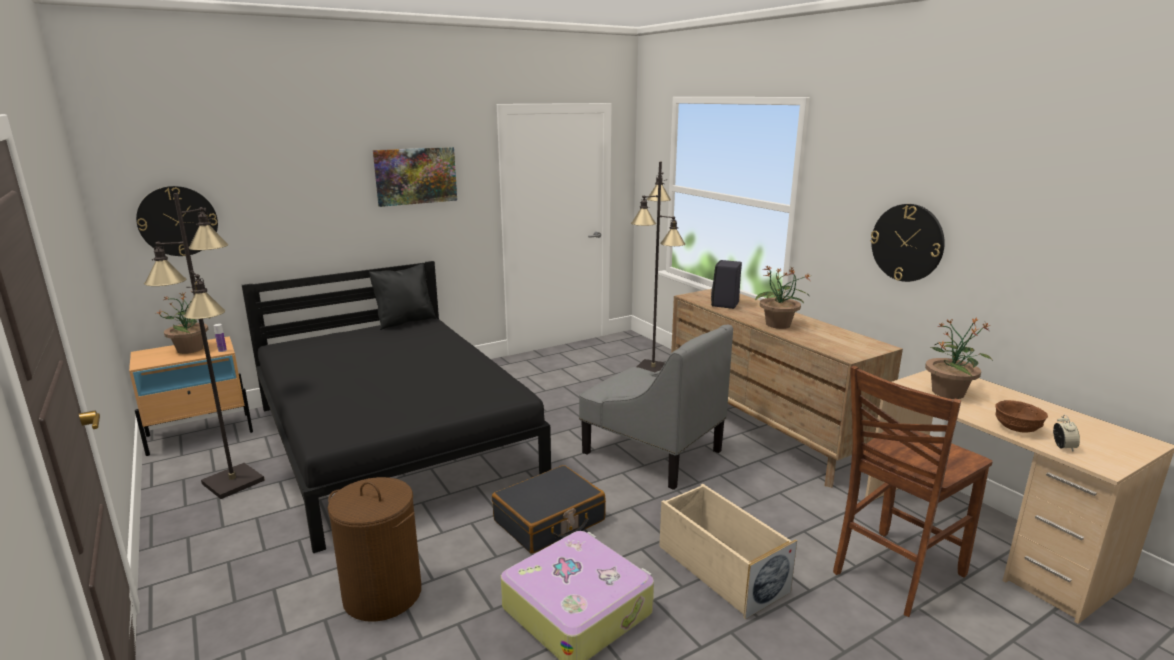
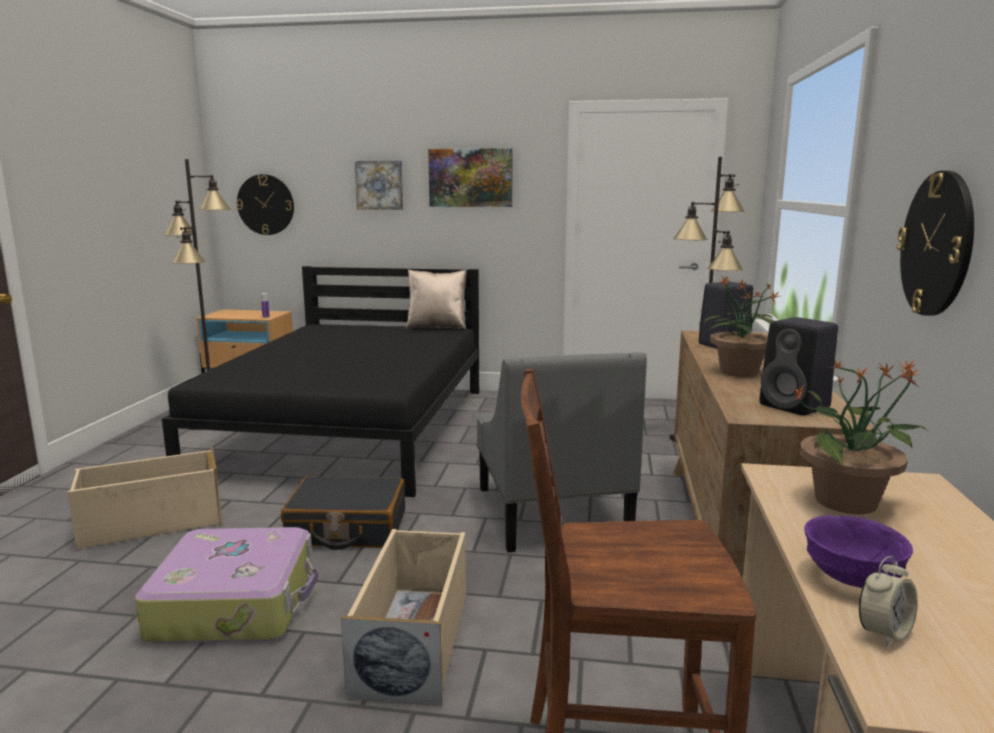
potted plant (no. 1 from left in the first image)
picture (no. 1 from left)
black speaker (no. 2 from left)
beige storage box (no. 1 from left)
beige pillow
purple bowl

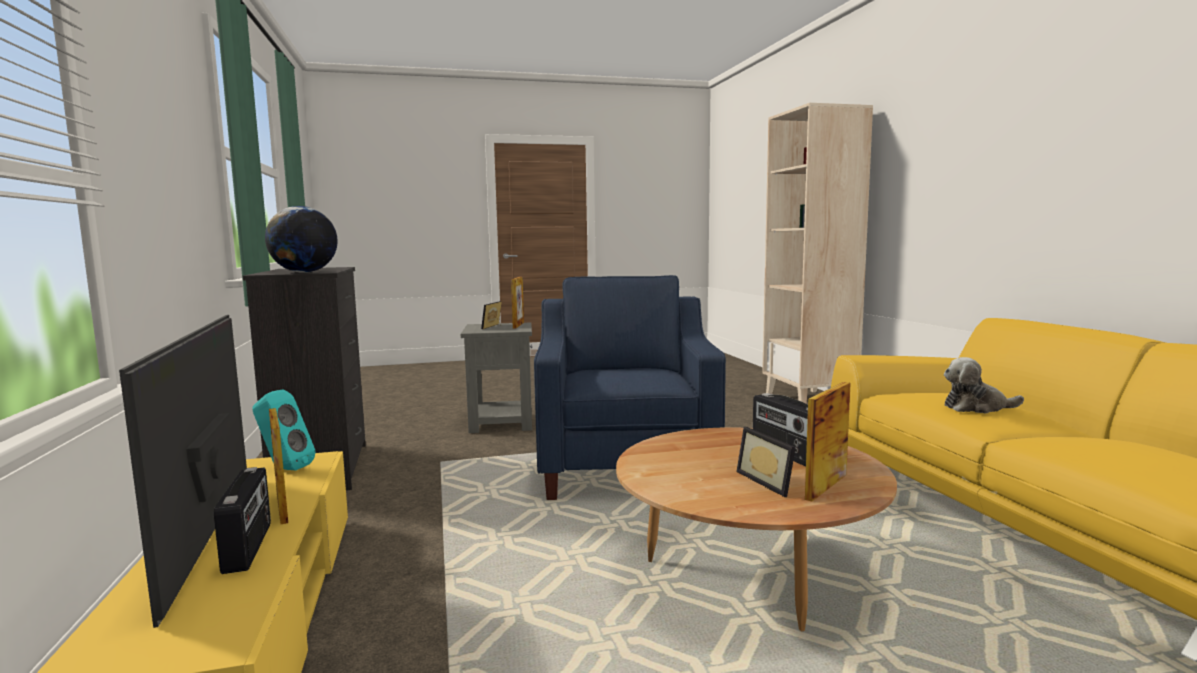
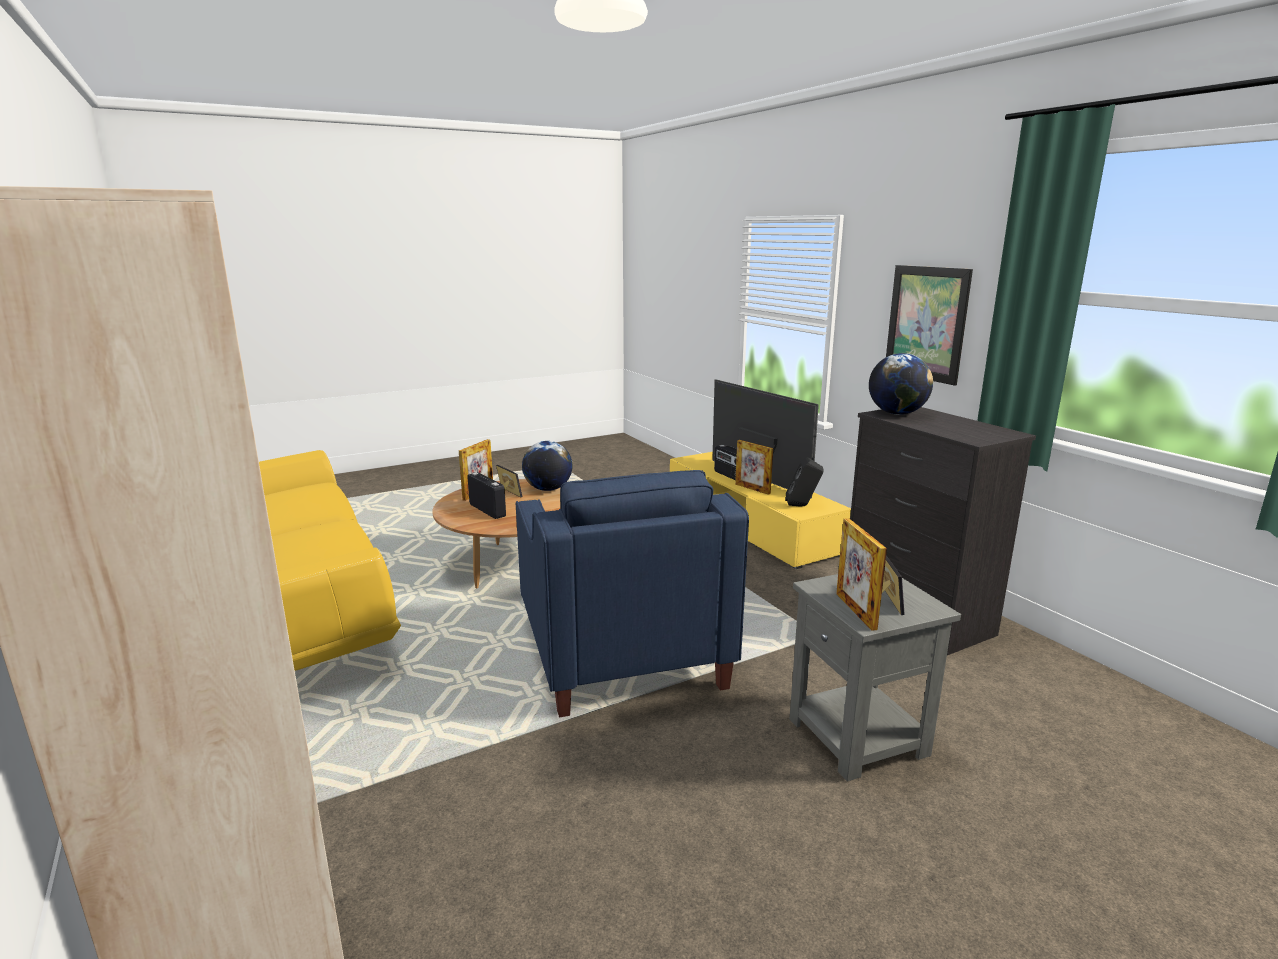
plush toy
globe (no. 1 from left)
picture
black speaker

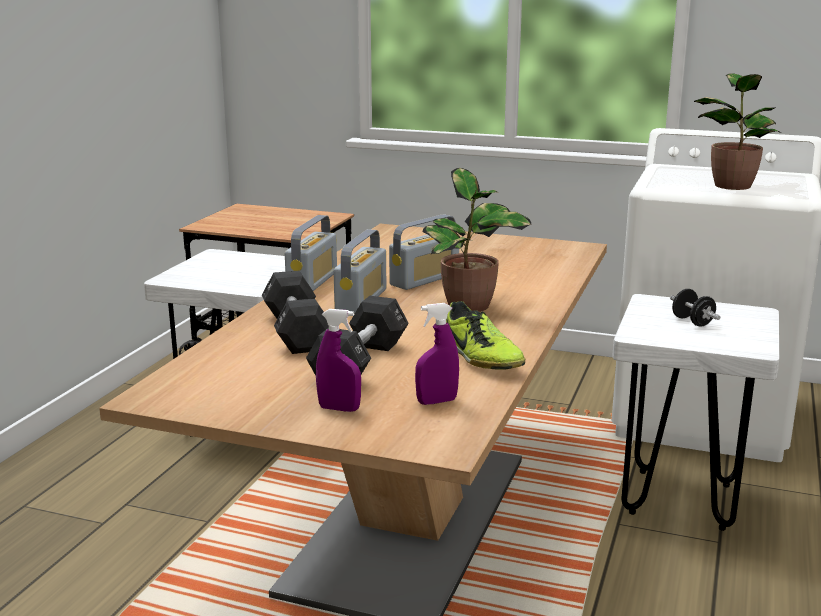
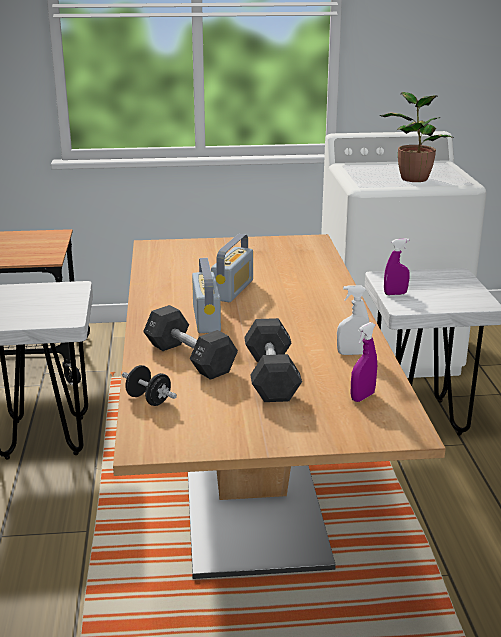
radio (no. 1 from left in the first image)
potted plant (no. 1 from left in the first image)
purple spray bottle (no. 2 from left)
black dumbbell (no. 1 from left)
white spray bottle

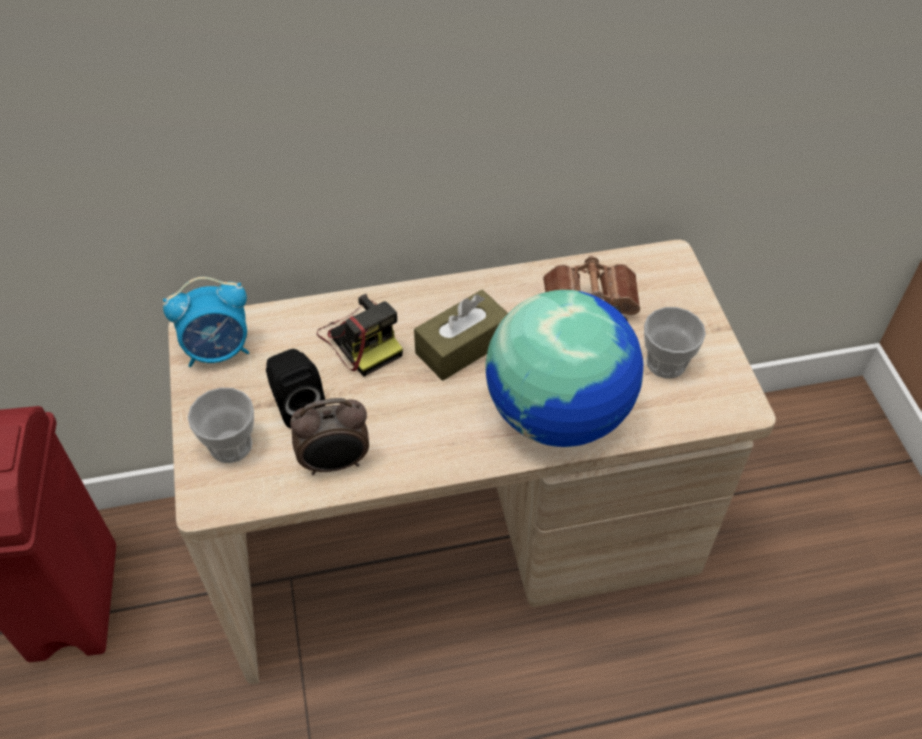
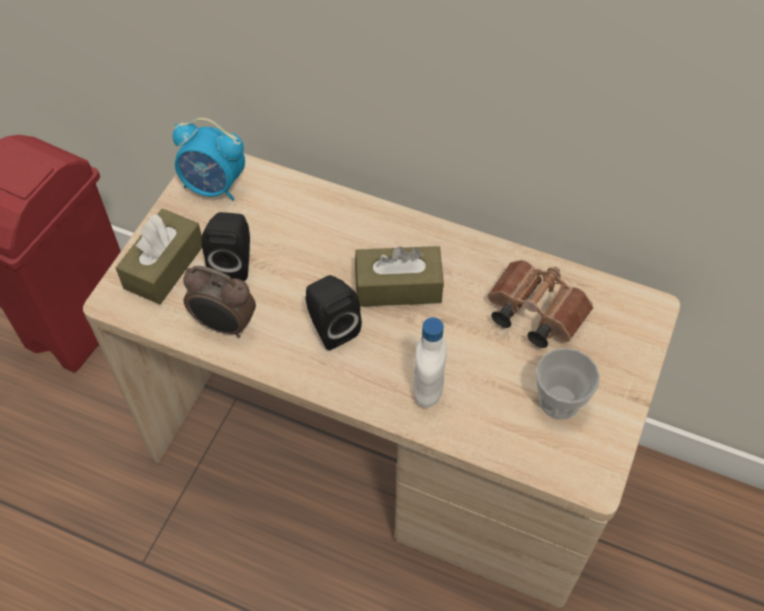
photo camera
black speaker (no. 2 from left)
brown tissue box (no. 1 from left)
white bottle

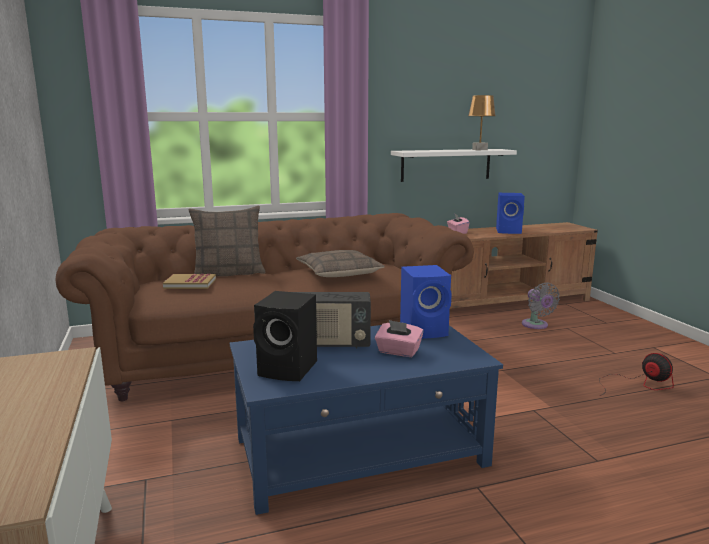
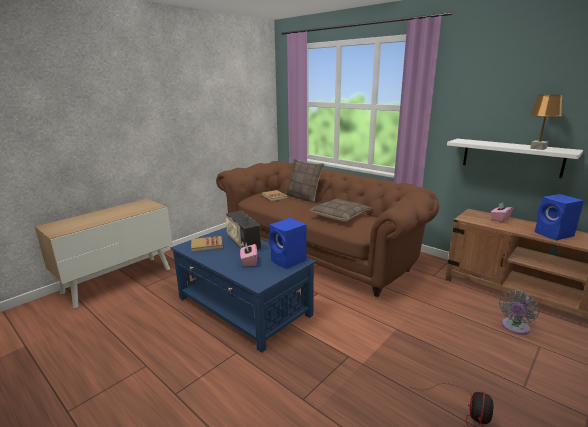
book (no. 1 from left)

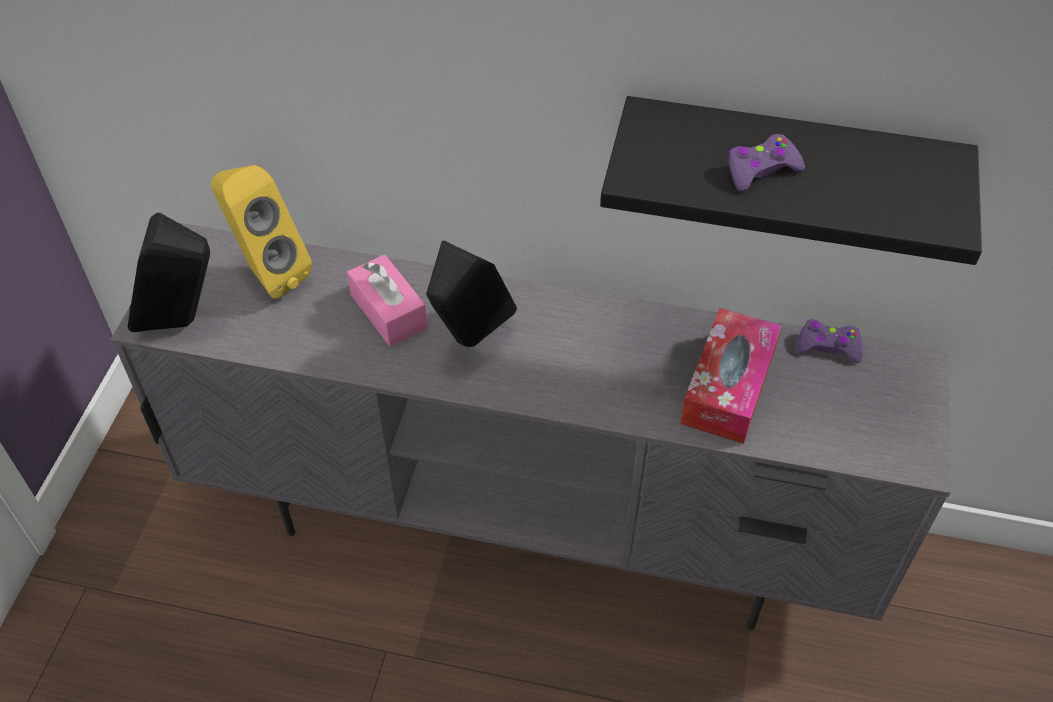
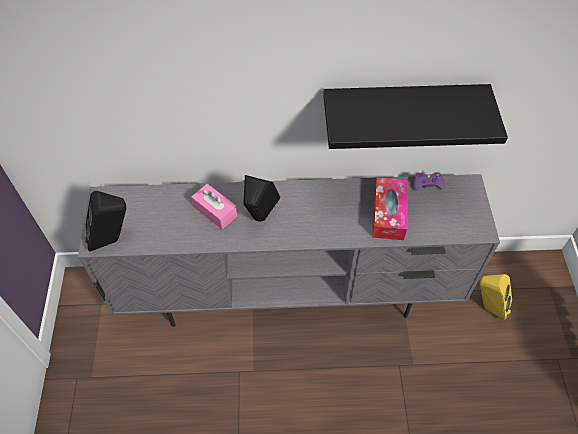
purple game controller (no. 1 from left in the first image)
yellow speaker

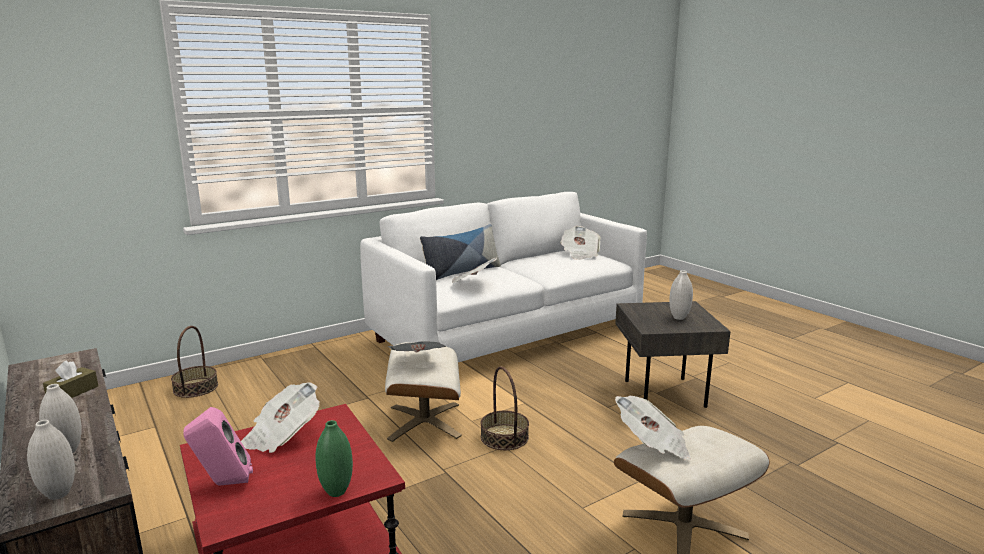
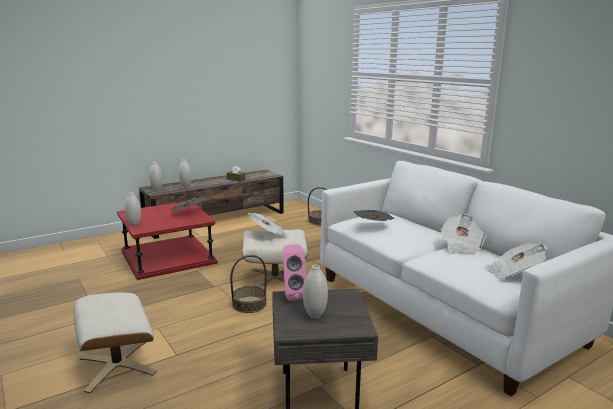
pillow
pink speaker
newspaper (no. 4 from left)
white vase (no. 1 from left)

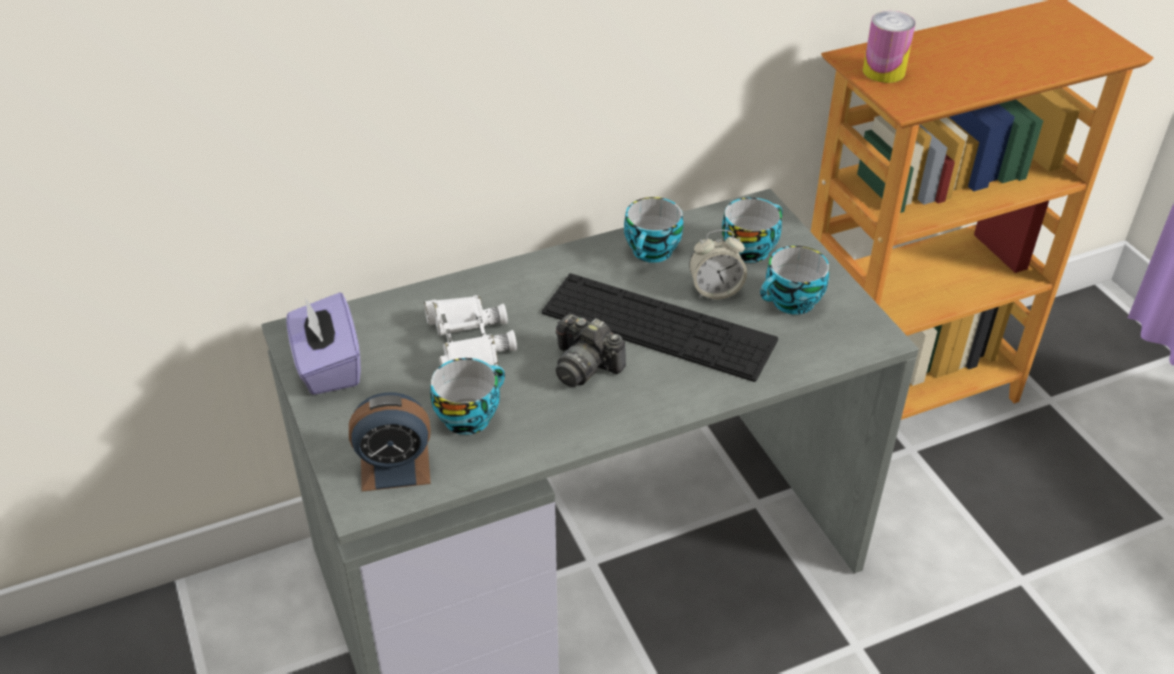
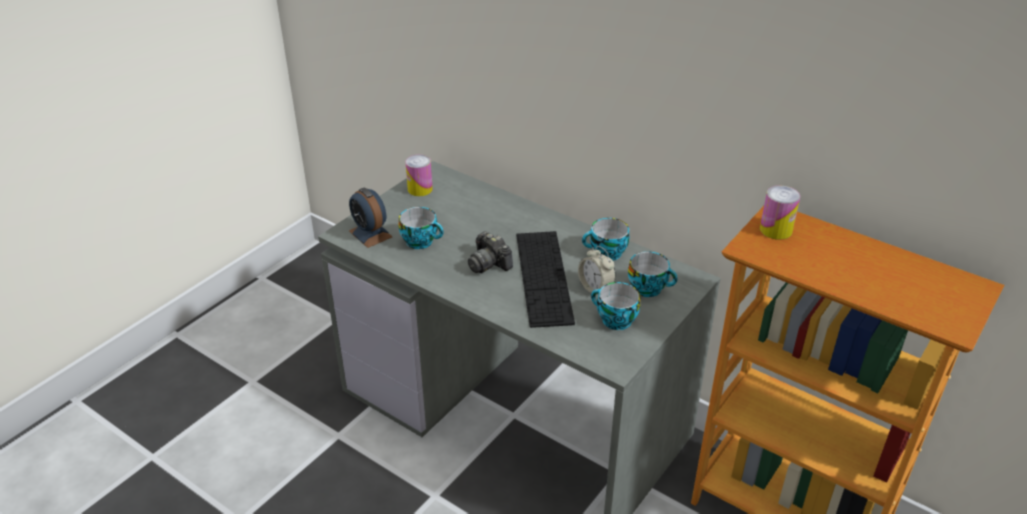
white binoculars
can (no. 1 from left)
photo camera

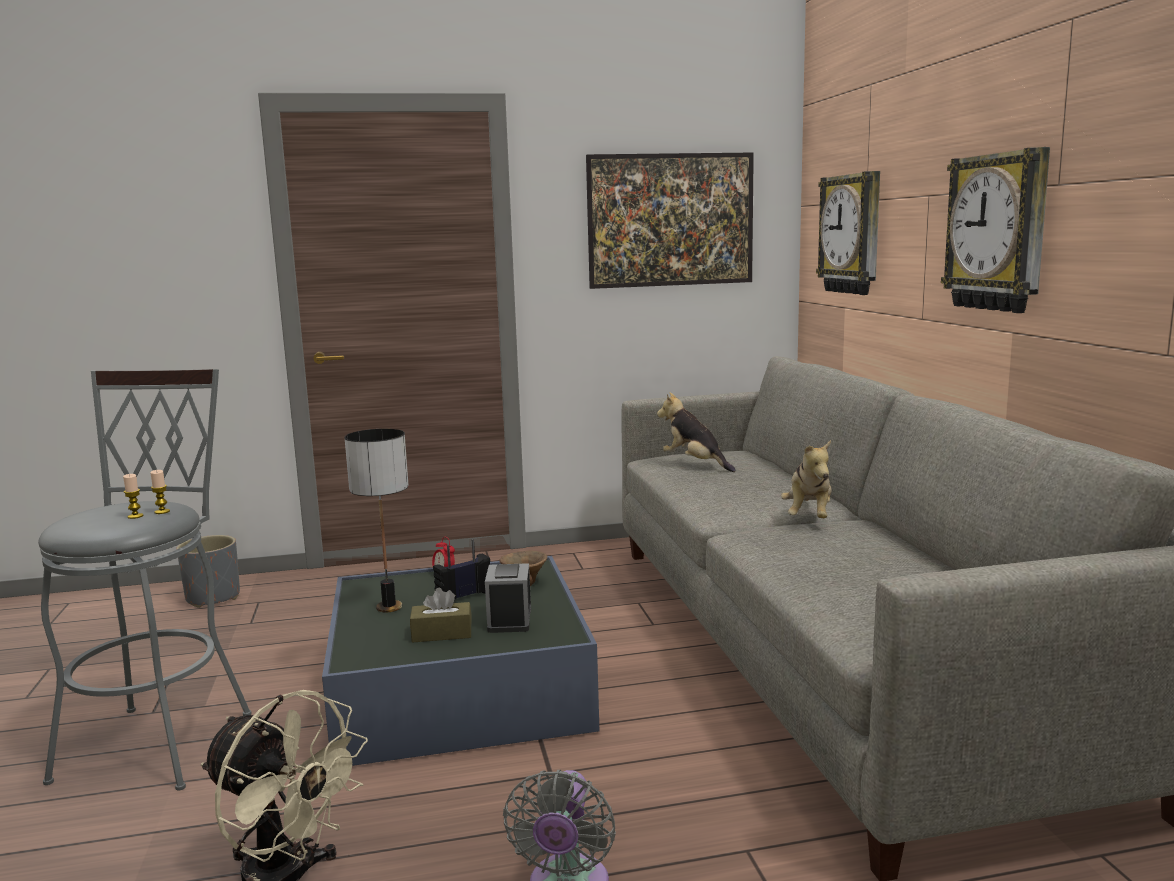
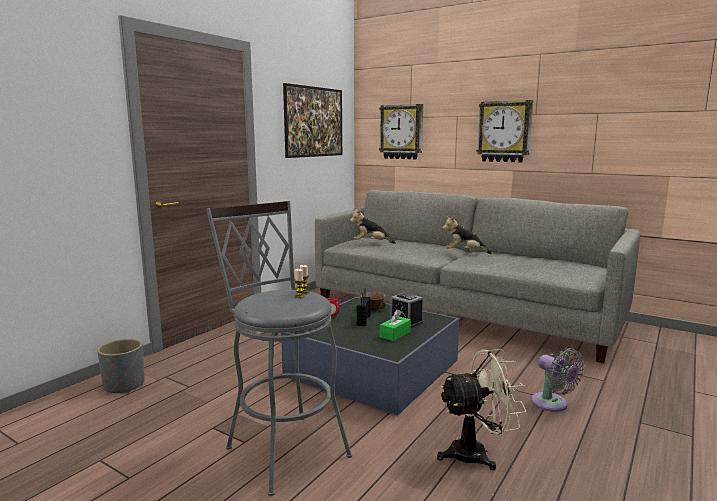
table lamp
green tissue box
plush toy (no. 2 from left)

